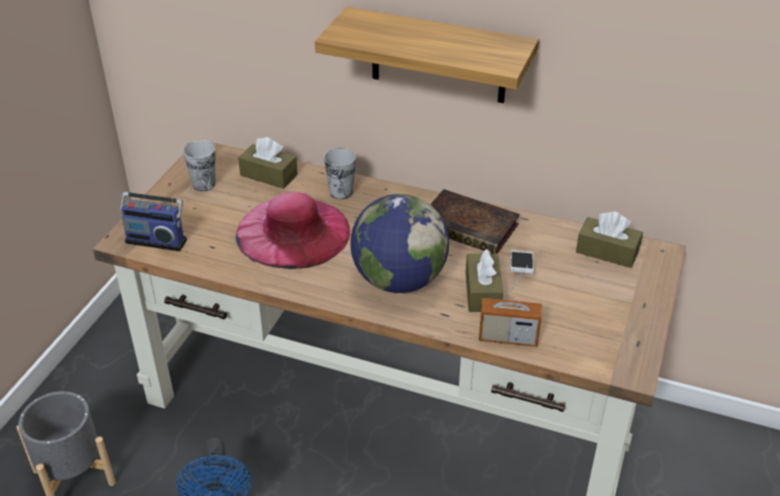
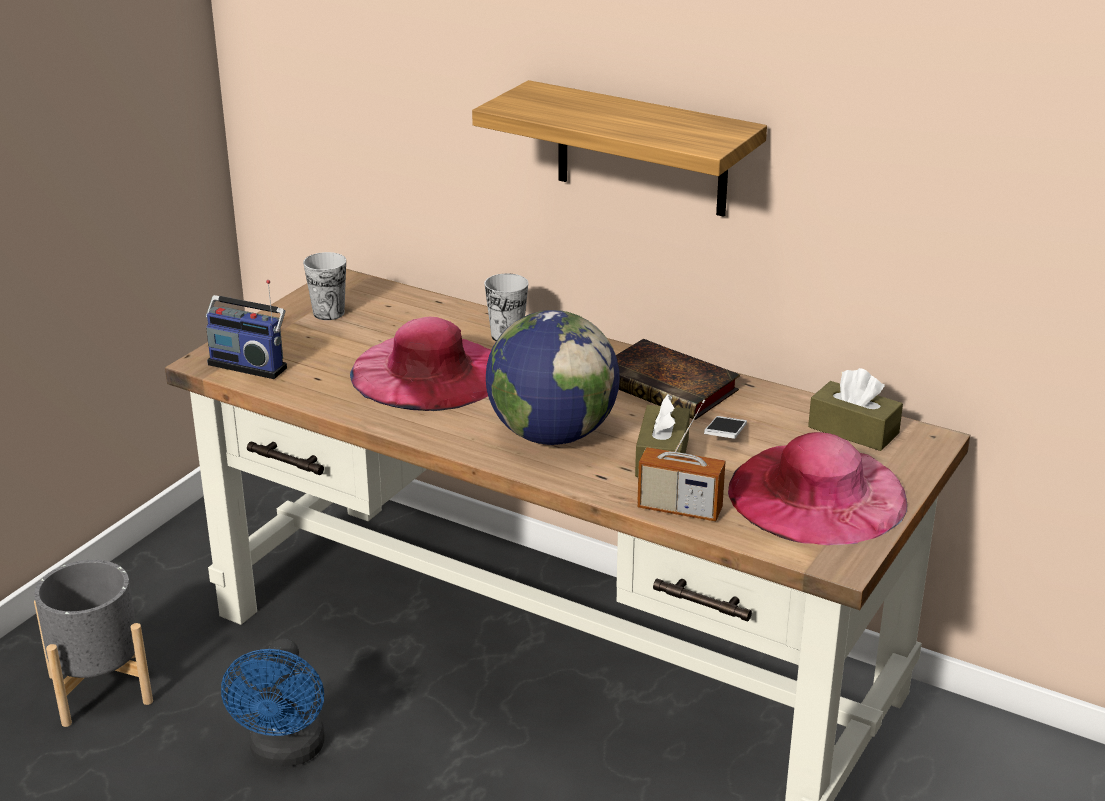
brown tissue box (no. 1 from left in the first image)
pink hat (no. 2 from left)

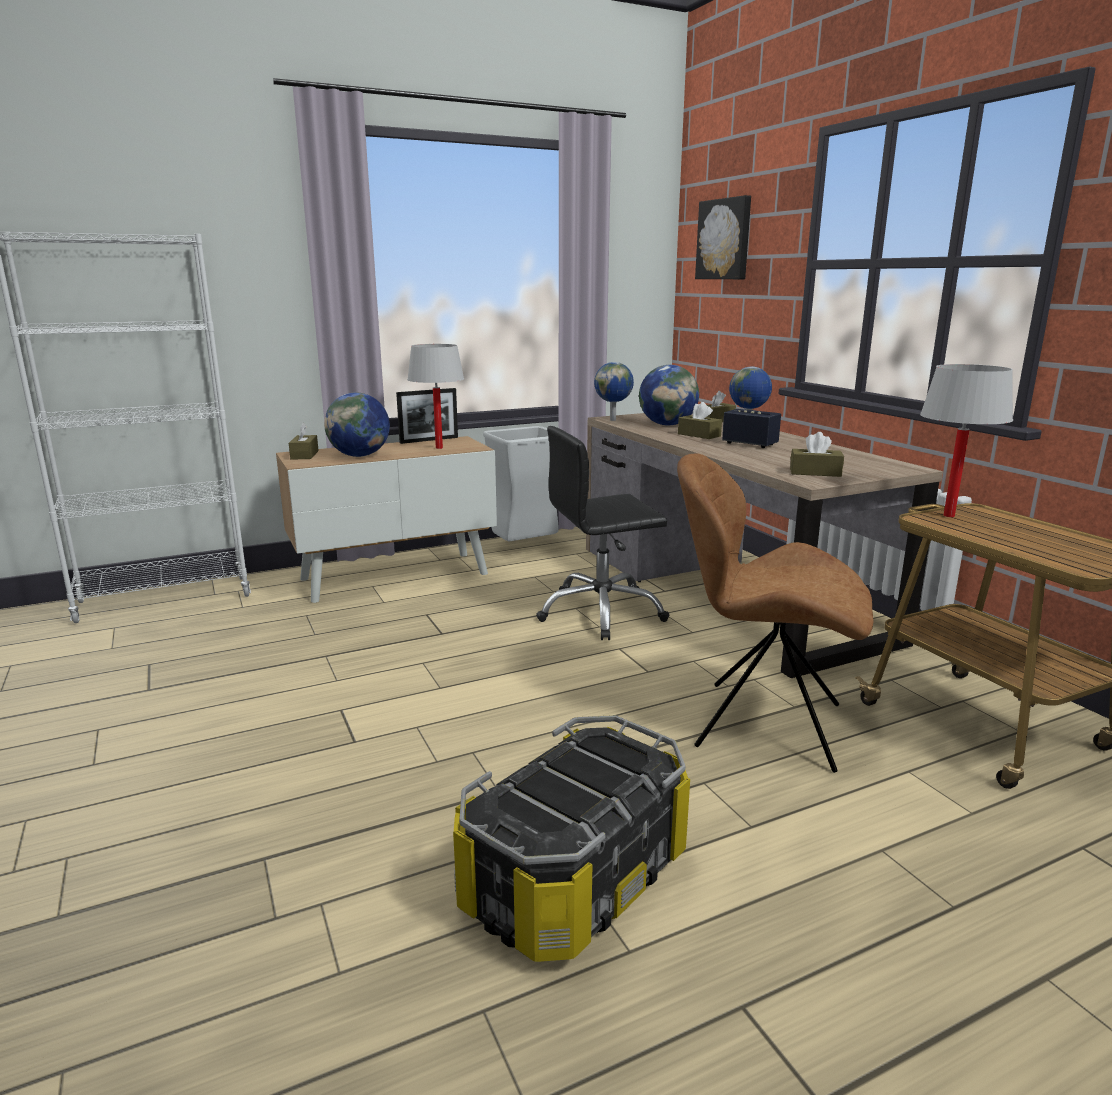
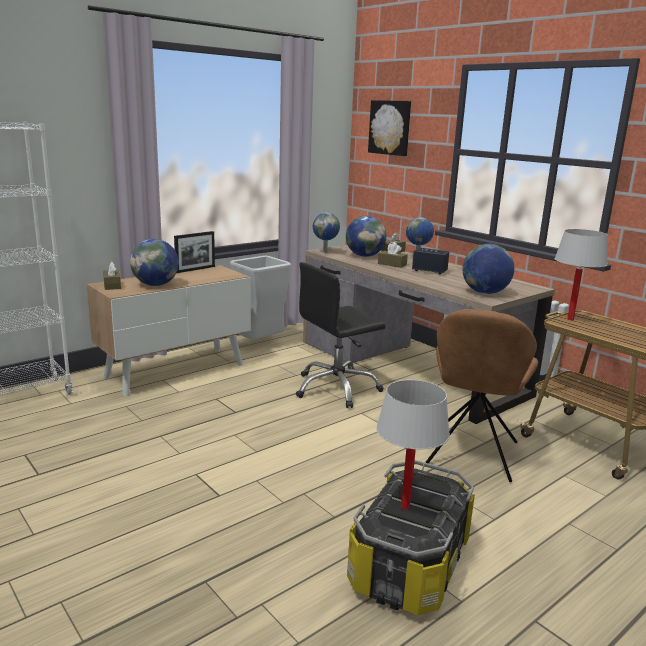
white table lamp (no. 1 from left)
globe (no. 5 from left)
brown chair

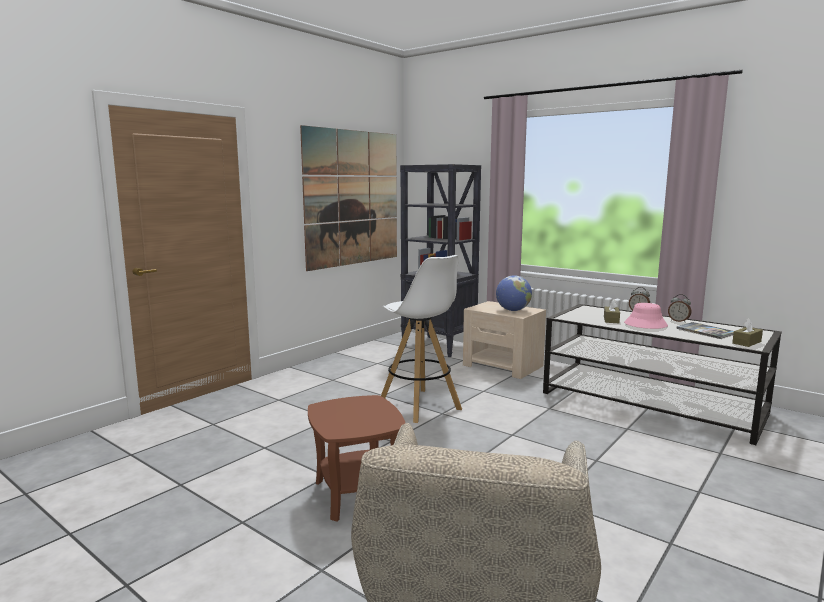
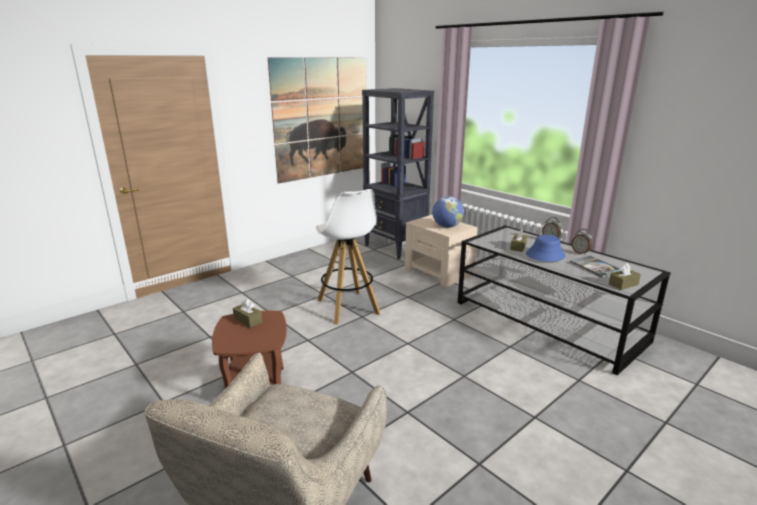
brown tissue box (no. 1 from left)
blue hat

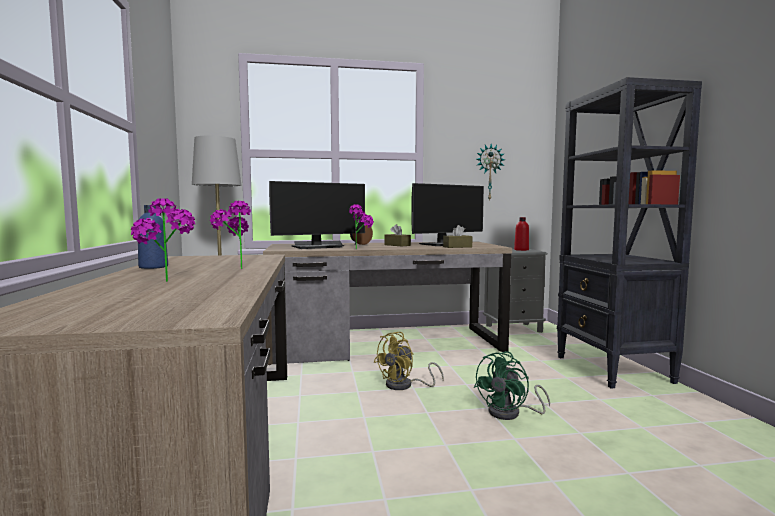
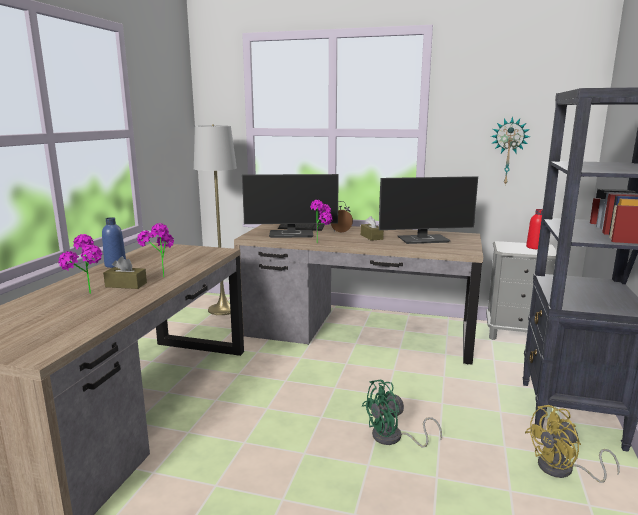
yellow fan
brown tissue box (no. 1 from left)

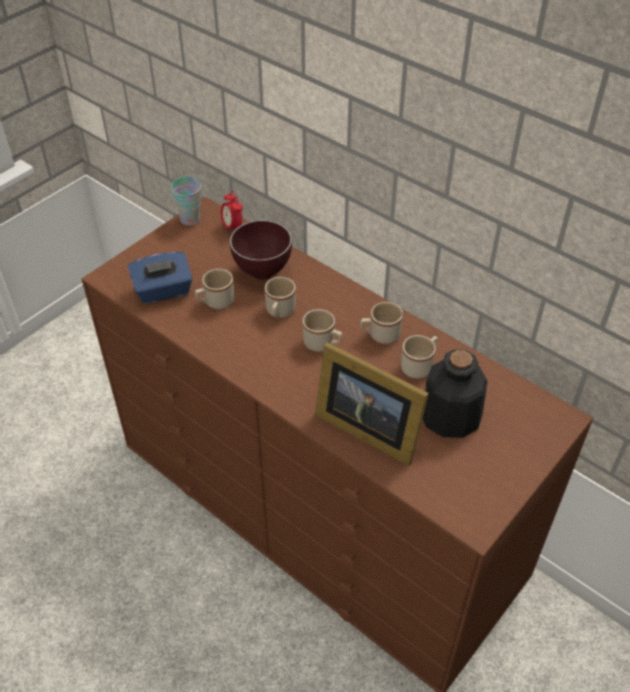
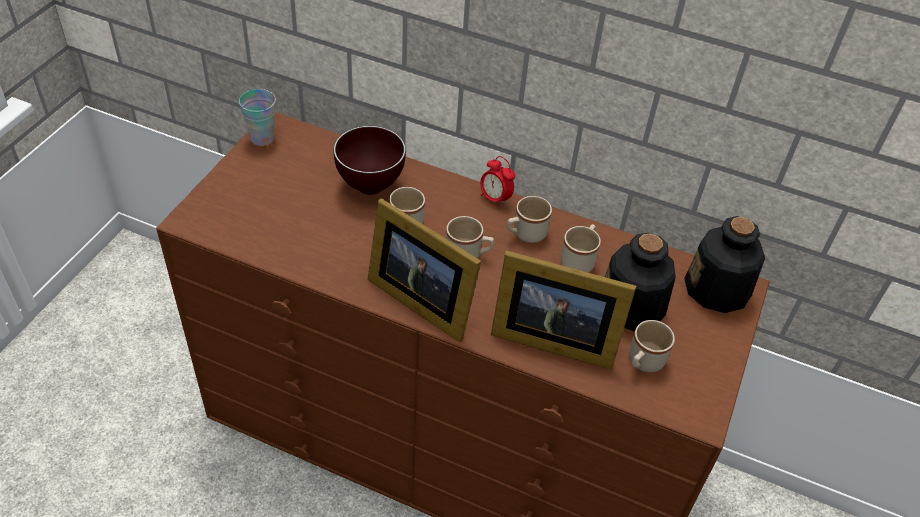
blue tissue box
picture frame (no. 1 from left)
bottle (no. 2 from left)
beige mug (no. 5 from left)
alarm clock

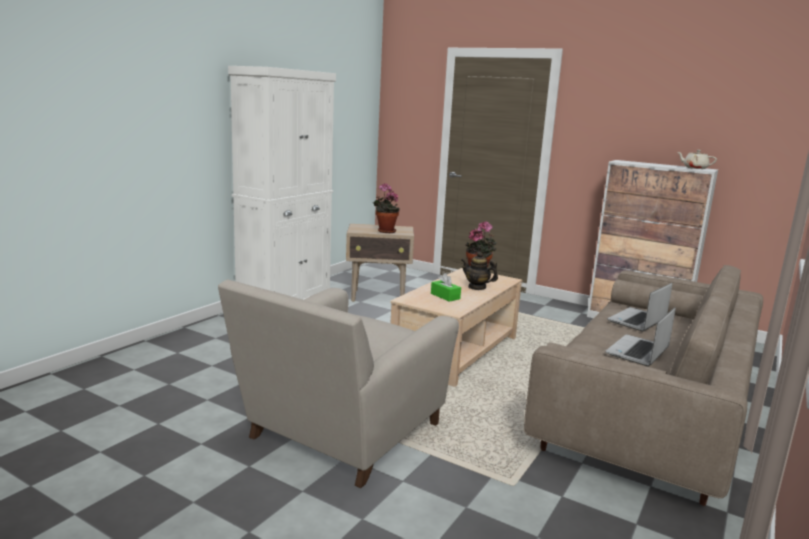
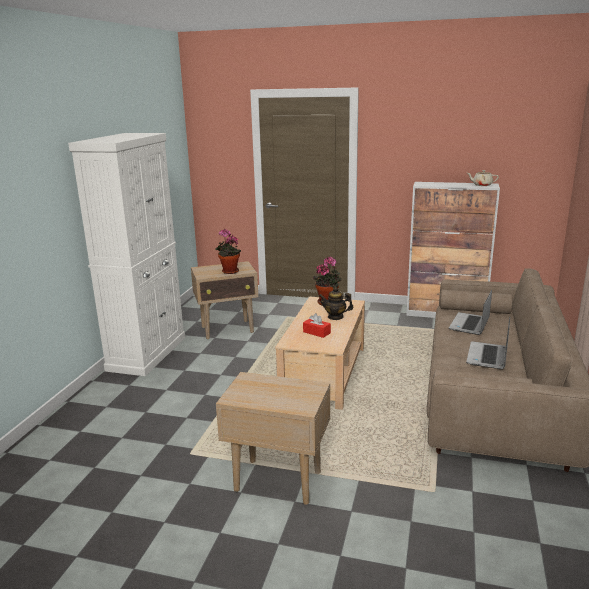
beige side table (no. 2 from left)
red tissue box

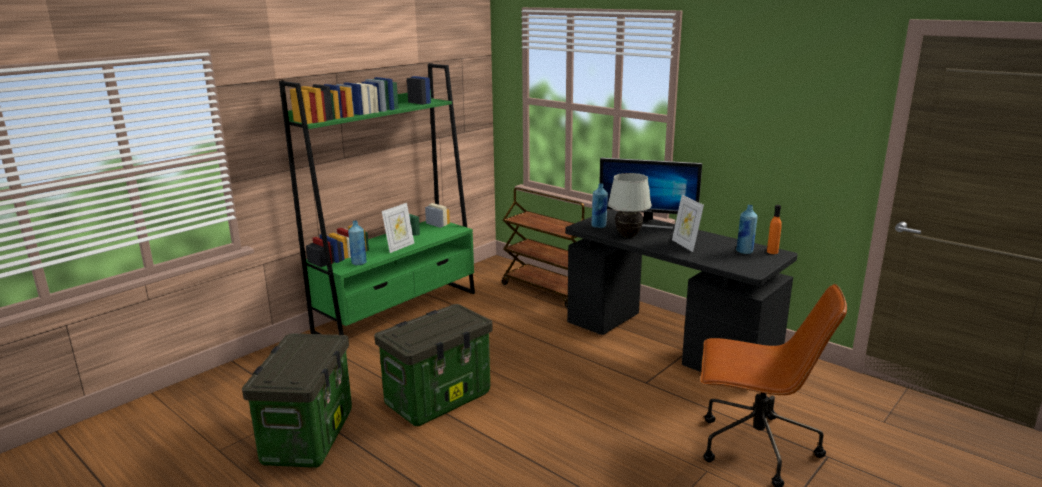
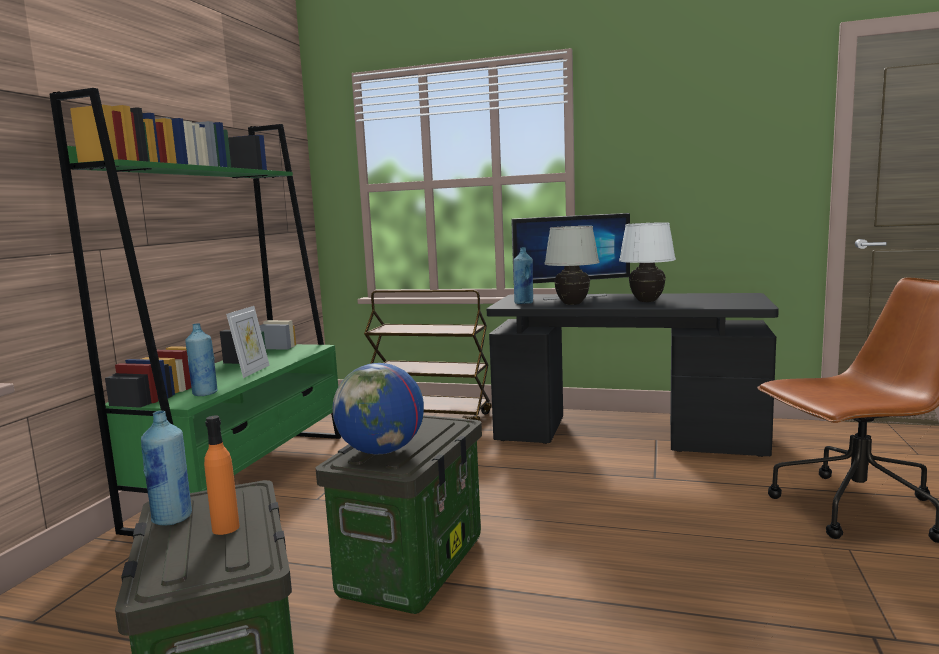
globe
blue bottle (no. 1 from left)
orange bottle
white table lamp (no. 2 from left)

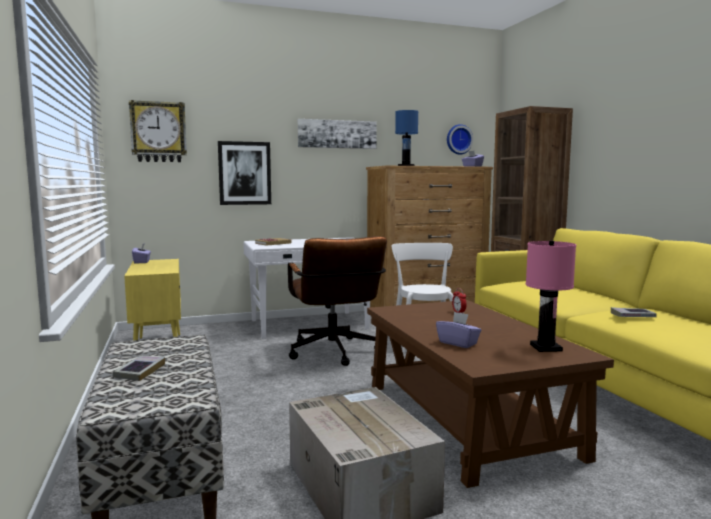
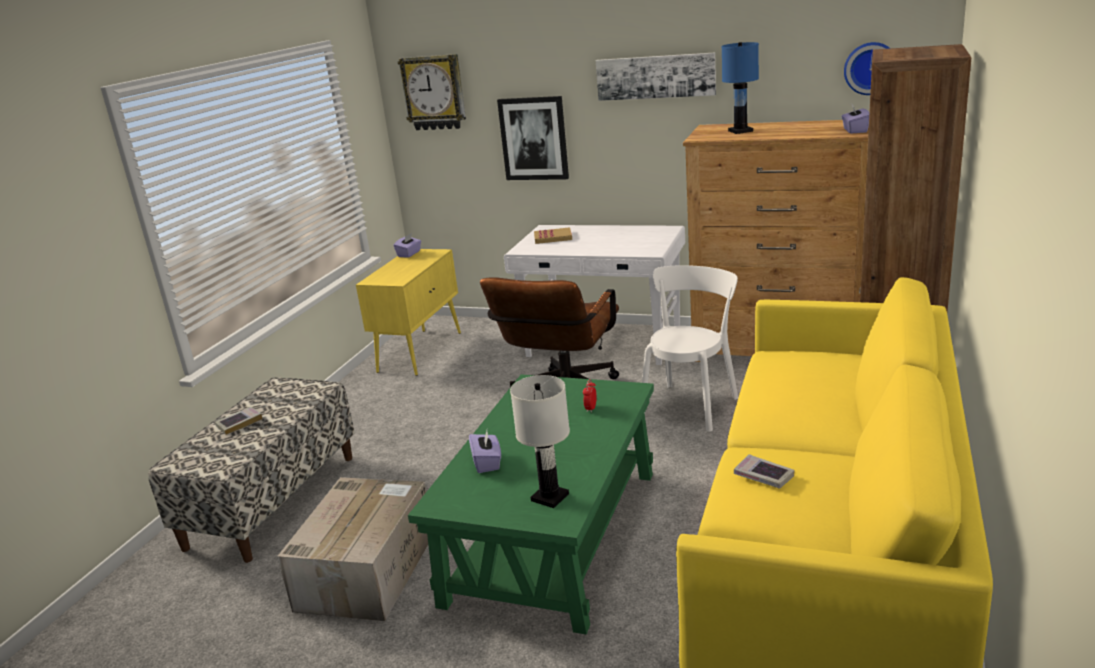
green coffee table
white table lamp

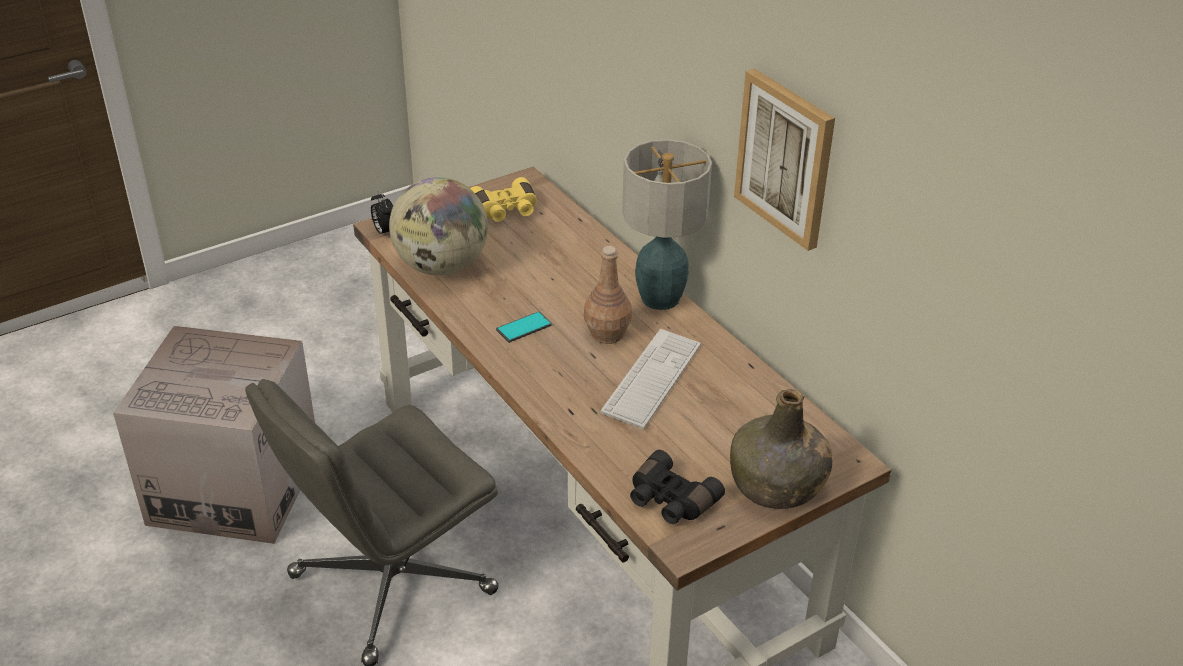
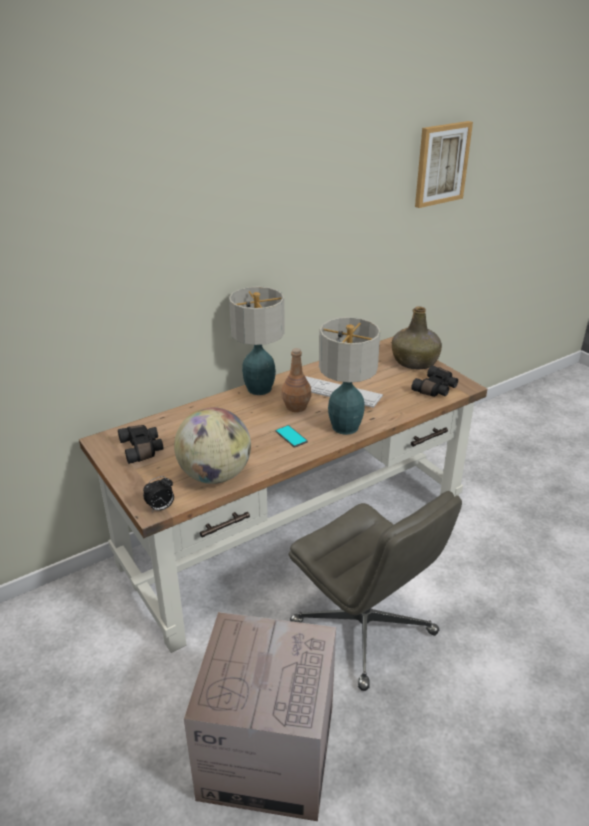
table lamp (no. 2 from left)
picture
black binoculars (no. 1 from left)

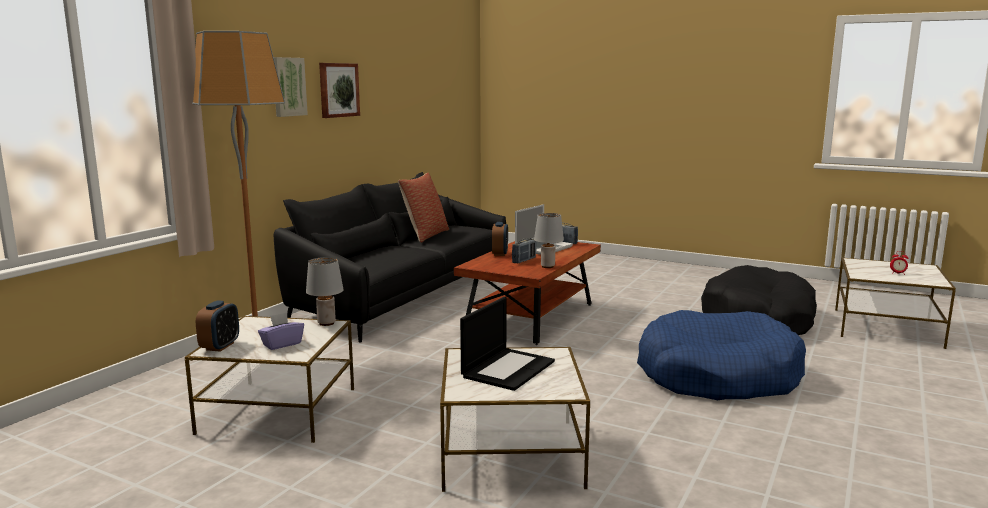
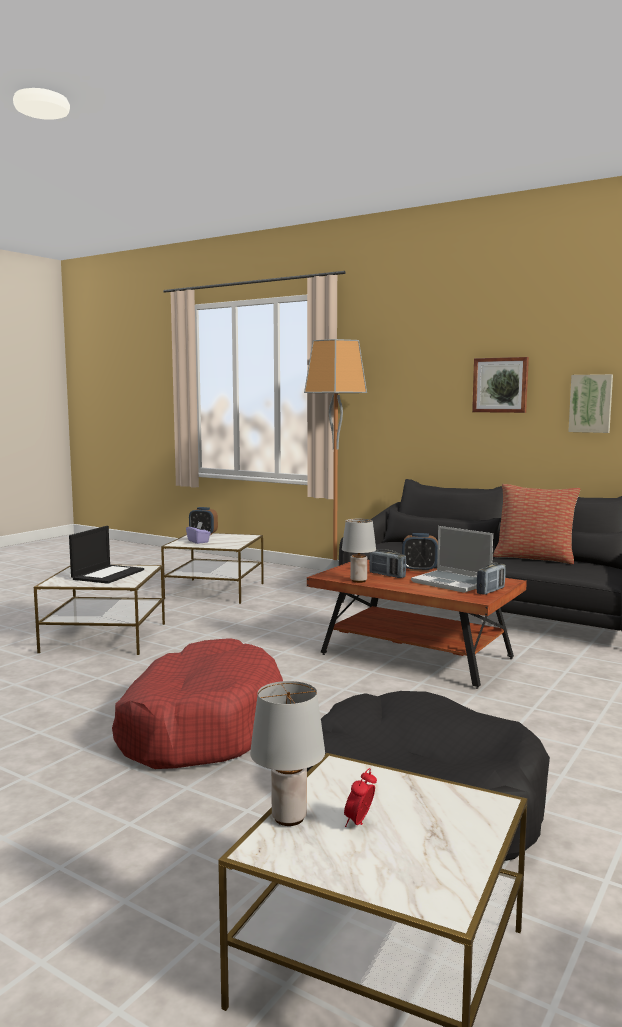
picture (no. 2 from left)
grey table lamp (no. 1 from left)
red dog bed
laptop (no. 1 from left)

